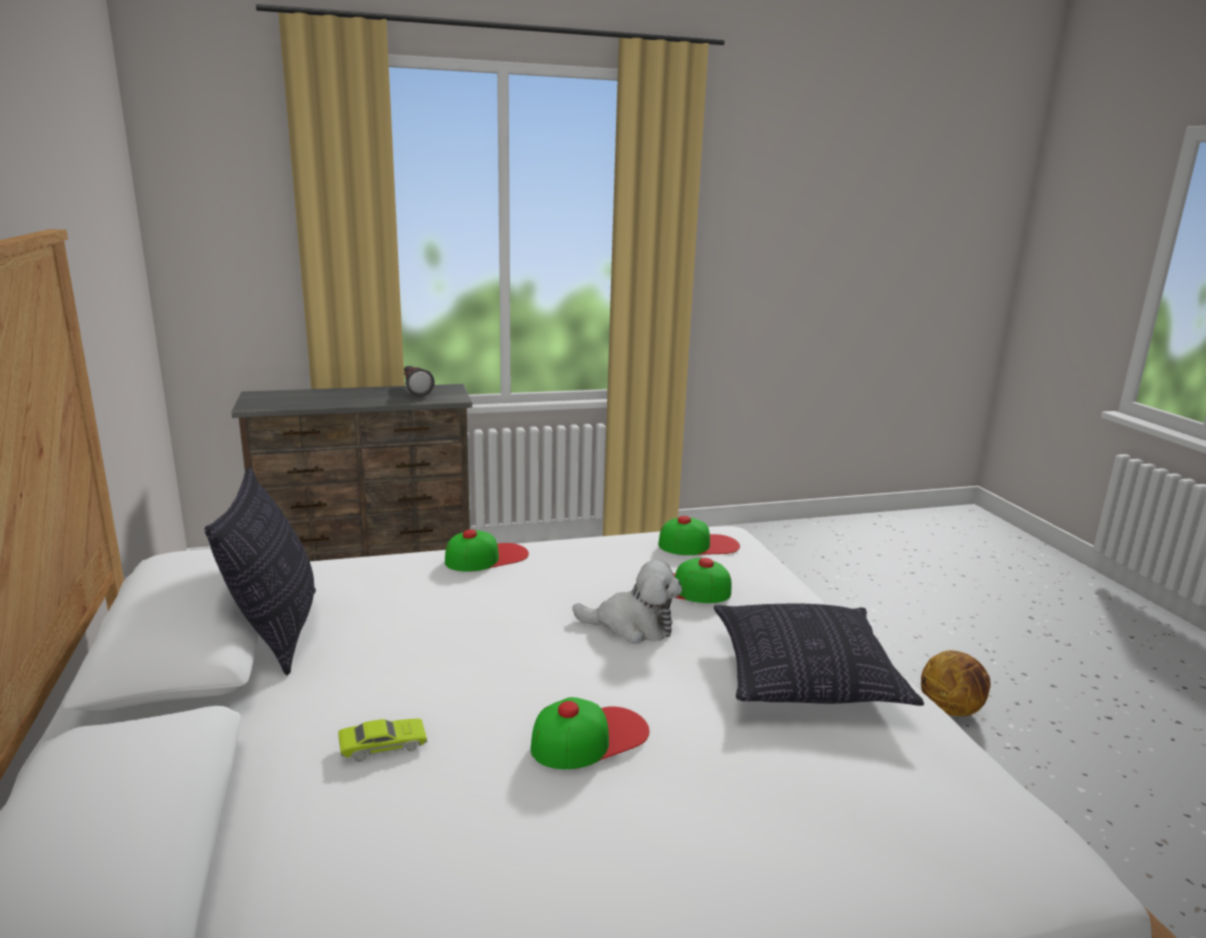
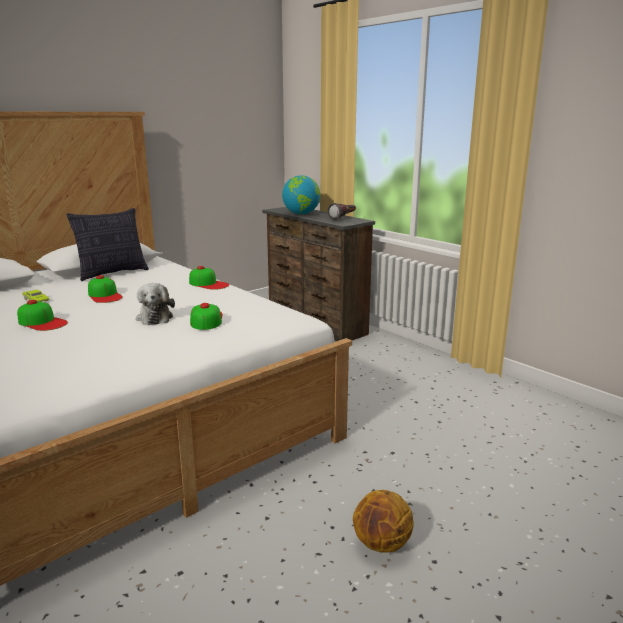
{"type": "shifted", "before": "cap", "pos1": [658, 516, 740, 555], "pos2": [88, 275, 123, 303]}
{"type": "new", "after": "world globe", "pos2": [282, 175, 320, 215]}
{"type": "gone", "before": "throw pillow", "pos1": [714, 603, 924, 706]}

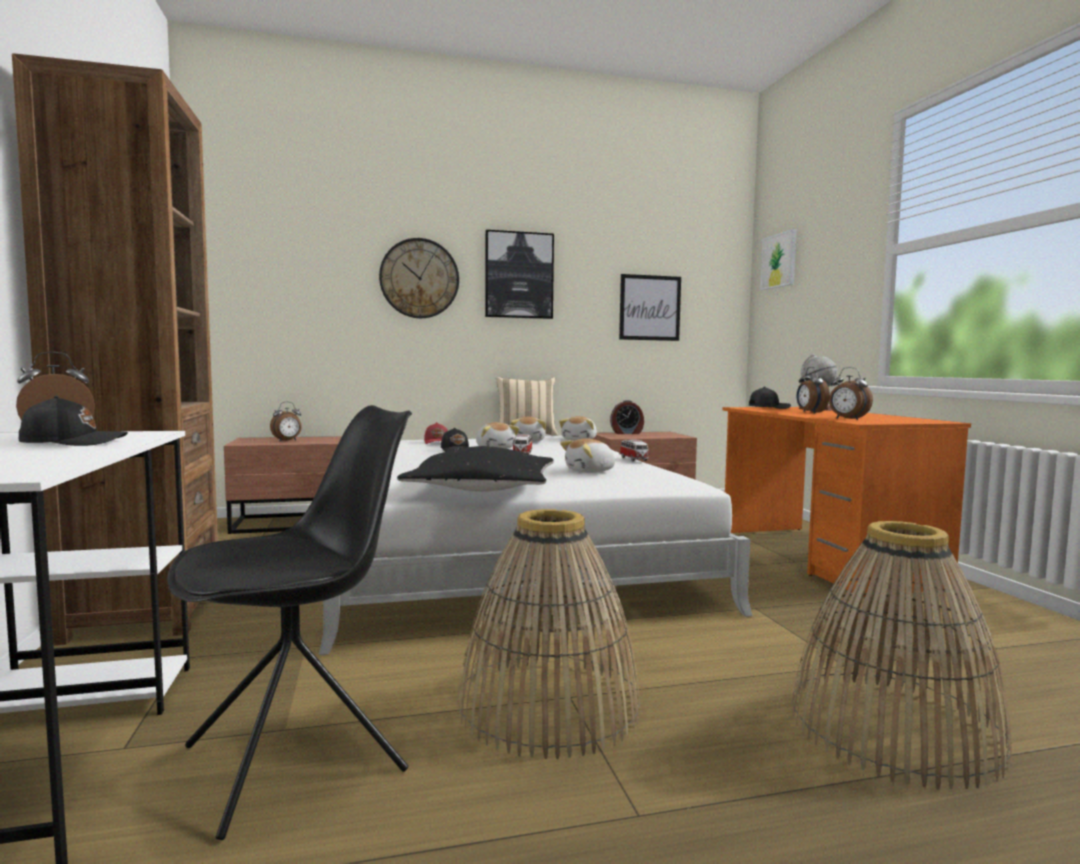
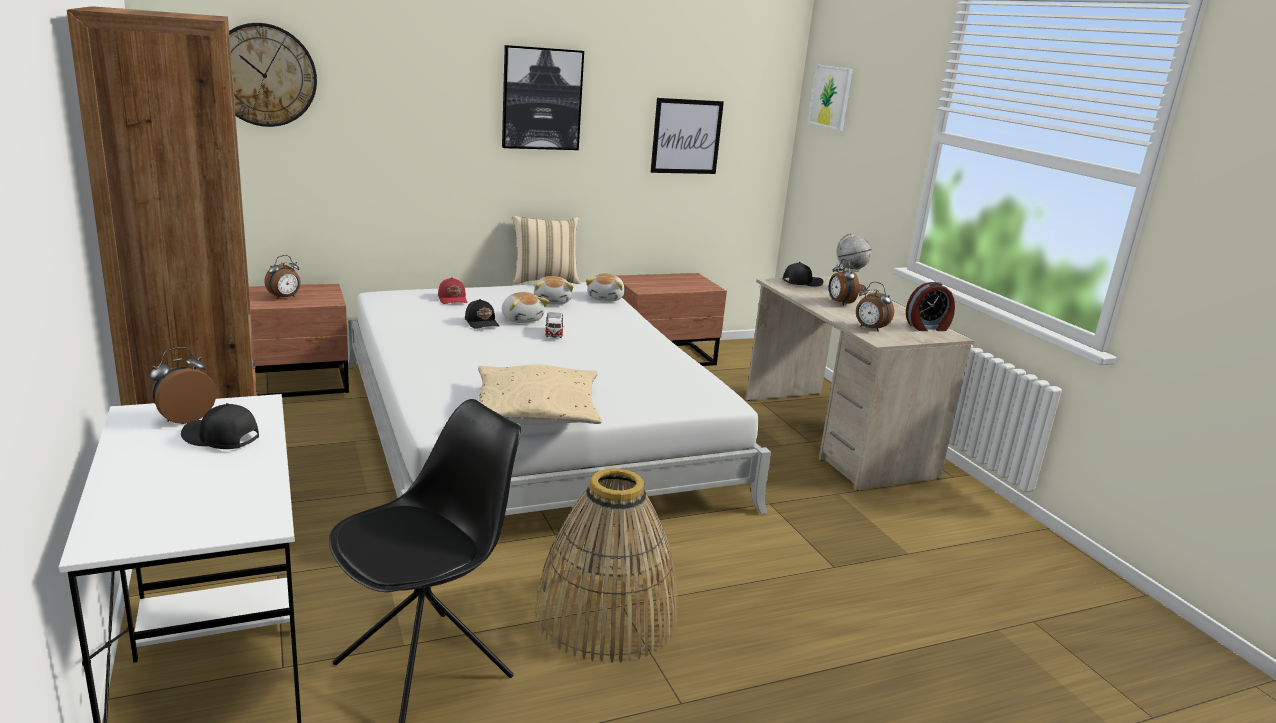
{"type": "rotated", "before": "cap (black)", "pos1": [19, 396, 128, 446], "pos2": [181, 403, 259, 449], "turn": -135}
{"type": "shifted", "before": "clock on the wall", "pos1": [379, 238, 459, 318], "pos2": [229, 23, 317, 127]}
{"type": "repainted", "before": "throw pillow (black)", "after": "throw pillow (sand-coloured)", "pos1": [397, 446, 554, 492], "pos2": [478, 364, 602, 426]}
{"type": "repainted", "before": "desk table (orangey)", "after": "desk table (sand-coloured)", "pos1": [722, 407, 971, 597], "pos2": [746, 276, 974, 490]}
{"type": "shifted", "before": "table clock", "pos1": [610, 400, 644, 434], "pos2": [906, 282, 955, 331]}
{"type": "gone", "before": "cuddly toy", "pos1": [560, 438, 616, 473]}
{"type": "gone", "before": "toy car", "pos1": [619, 439, 649, 462]}
{"type": "gone", "before": "household basket", "pos1": [791, 521, 1012, 789]}

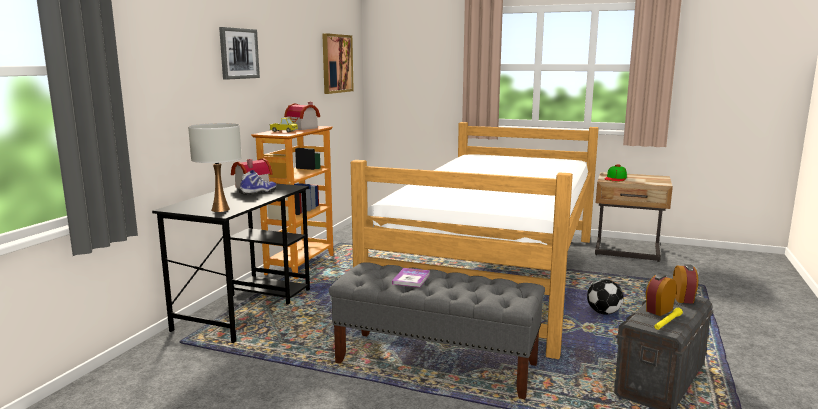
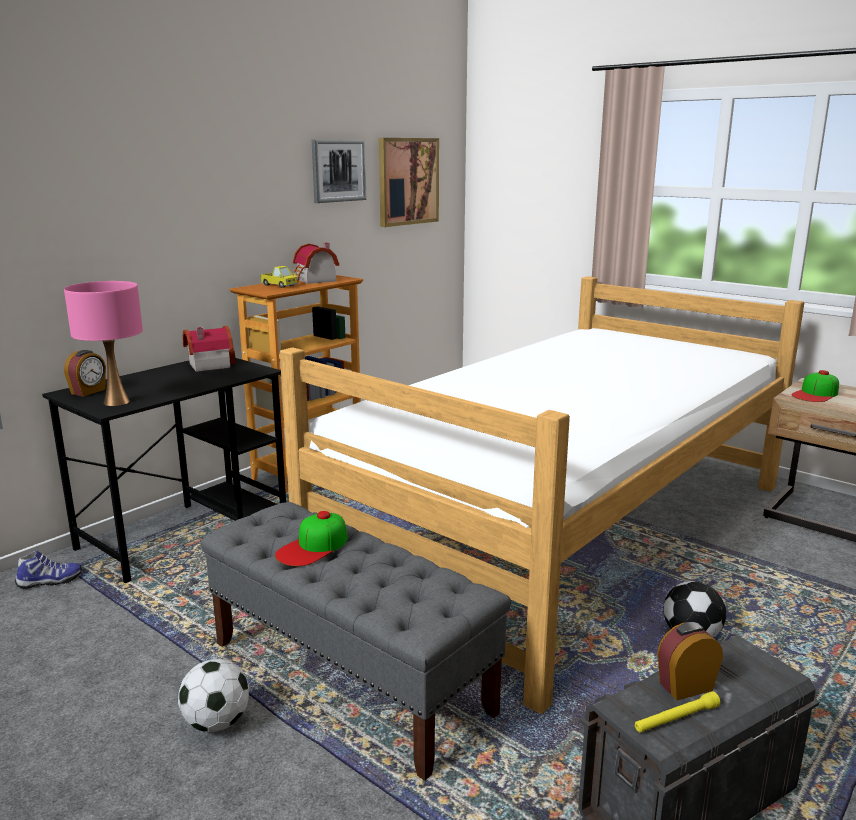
{"type": "shifted", "before": "shoe", "pos1": [239, 170, 277, 195], "pos2": [15, 550, 82, 589]}
{"type": "repainted", "before": "tabletop lamp (white)", "after": "tabletop lamp (pink-coloured)", "pos1": [188, 123, 242, 212], "pos2": [64, 281, 143, 406]}
{"type": "shifted", "before": "table clock", "pos1": [673, 264, 698, 304], "pos2": [64, 350, 106, 397]}
{"type": "new", "after": "football", "pos2": [178, 659, 249, 732]}
{"type": "swapped", "before": "volume", "after": "cap", "pos1": [392, 268, 430, 288], "pos2": [275, 511, 348, 566]}
{"type": "shifted", "before": "picture", "pos1": [219, 27, 260, 80], "pos2": [312, 139, 366, 203]}

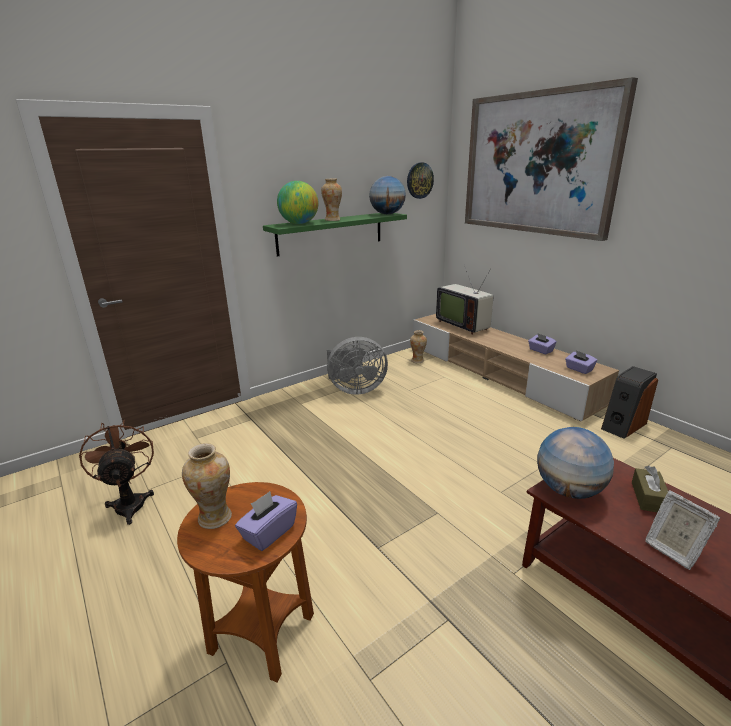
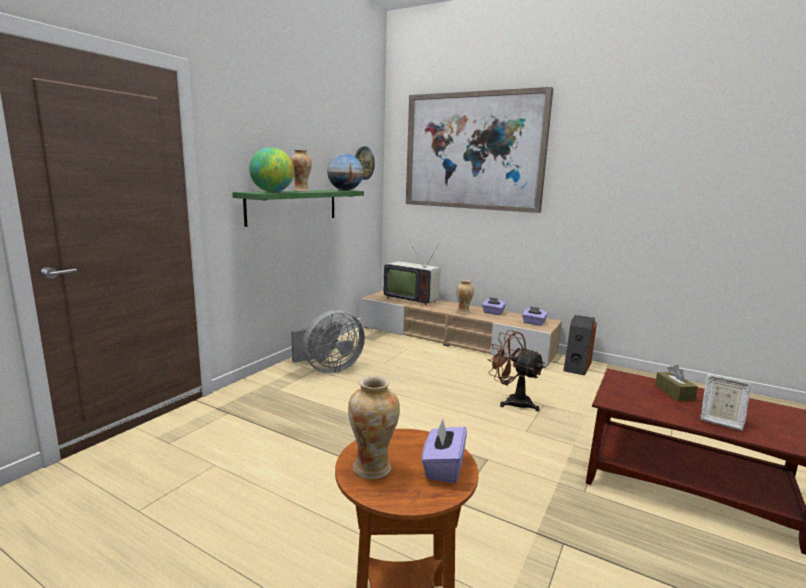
{"type": "shifted", "before": "vase", "pos1": [410, 330, 427, 363], "pos2": [456, 280, 474, 315]}
{"type": "shifted", "before": "electric fan (brownish)", "pos1": [79, 419, 154, 525], "pos2": [488, 330, 545, 412]}
{"type": "gone", "before": "world globe", "pos1": [537, 427, 614, 499]}

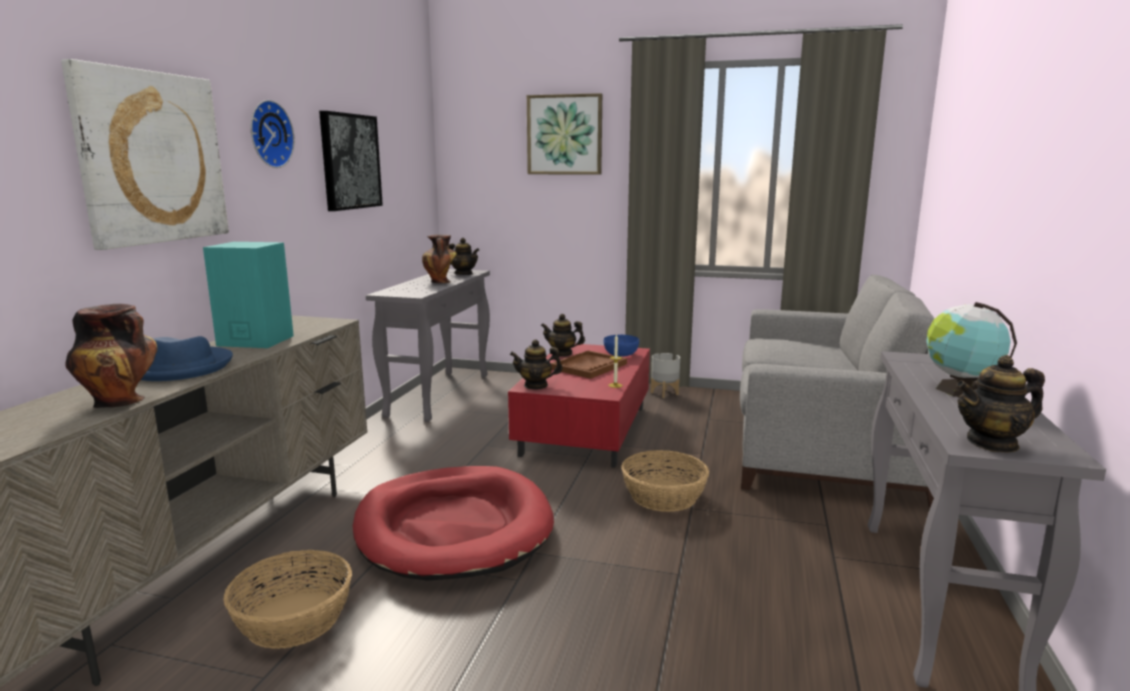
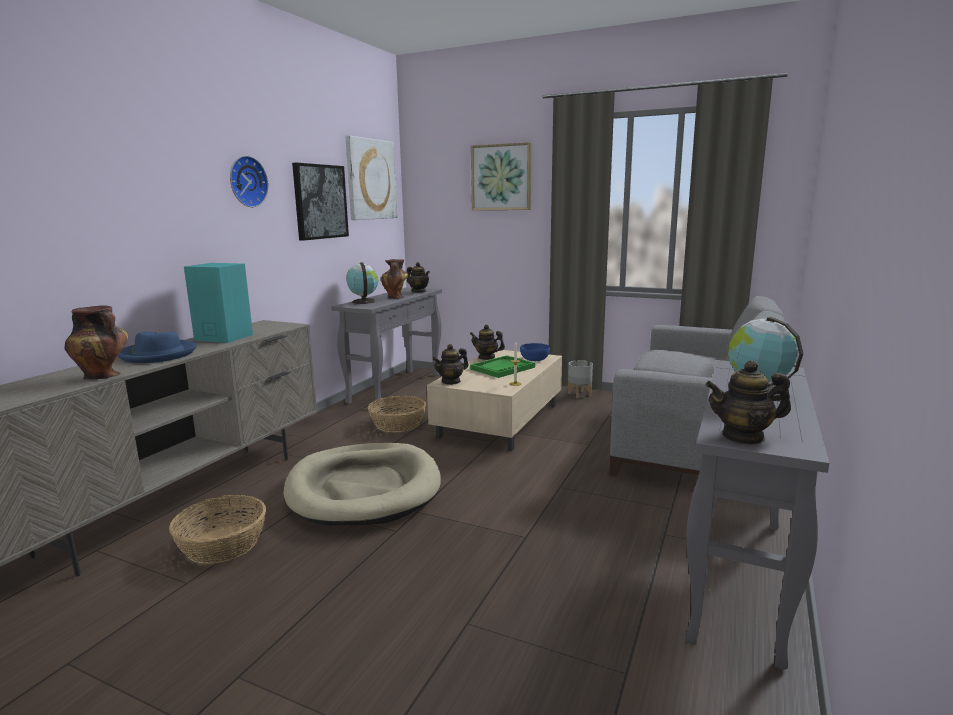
{"type": "repainted", "before": "dog cushion (reddish)", "after": "dog cushion (sand-coloured)", "pos1": [352, 466, 554, 581], "pos2": [284, 443, 441, 526]}
{"type": "shifted", "before": "picture", "pos1": [61, 59, 229, 250], "pos2": [345, 135, 397, 220]}
{"type": "new", "after": "world globe", "pos2": [346, 262, 378, 304]}
{"type": "shifted", "before": "household basket", "pos1": [621, 450, 709, 512], "pos2": [368, 396, 426, 432]}
{"type": "repainted", "before": "lounge table (reddish)", "after": "lounge table (sand-coloured)", "pos1": [508, 344, 650, 468], "pos2": [427, 349, 562, 451]}
{"type": "rotated", "before": "tea pot", "pos1": [510, 339, 563, 390], "pos2": [432, 344, 468, 385], "turn": -45}
{"type": "repainted", "before": "serving tray (brownish)", "after": "serving tray (greenish)", "pos1": [551, 350, 627, 379], "pos2": [470, 355, 535, 378]}

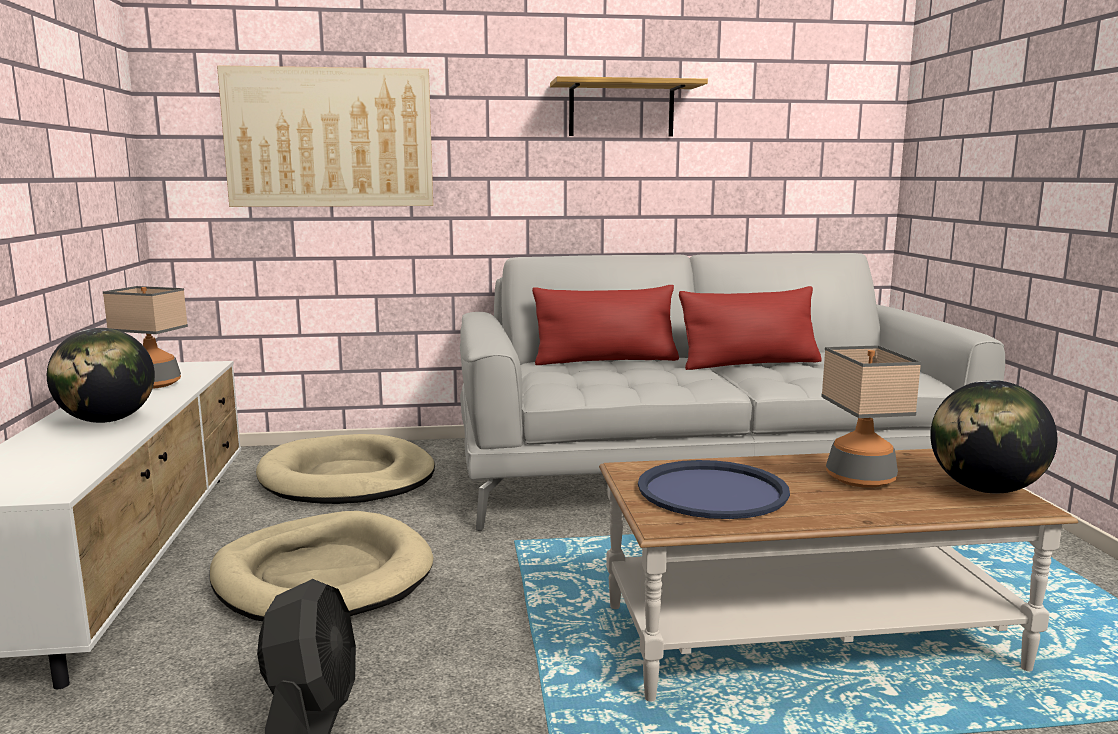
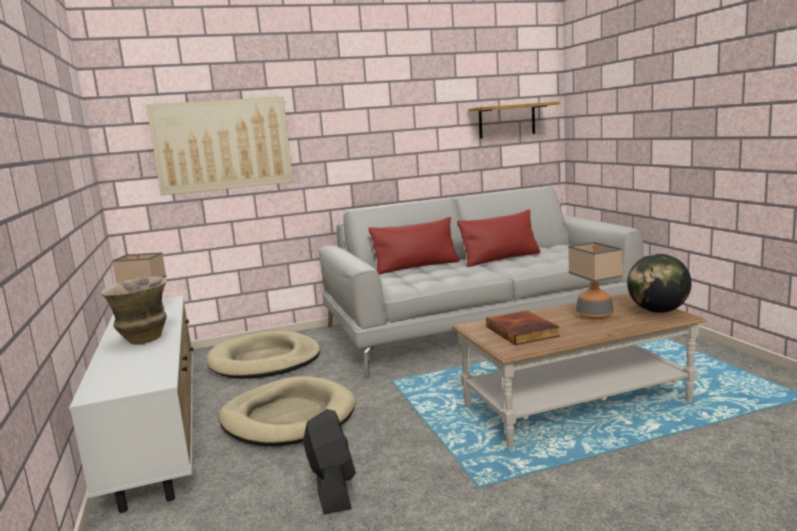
{"type": "swapped", "before": "world globe", "after": "vase", "pos1": [47, 328, 155, 423], "pos2": [100, 277, 167, 345]}
{"type": "shifted", "before": "wall shelf", "pos1": [550, 76, 708, 137], "pos2": [468, 101, 560, 139]}
{"type": "swapped", "before": "serving tray (blue-coloured)", "after": "volume", "pos1": [638, 460, 790, 519], "pos2": [486, 310, 560, 345]}

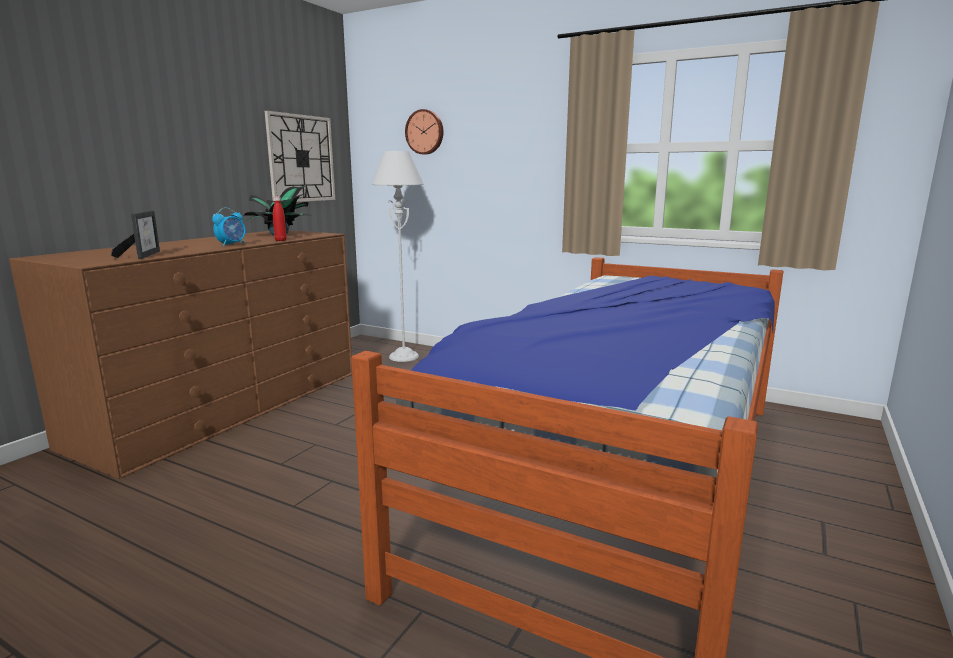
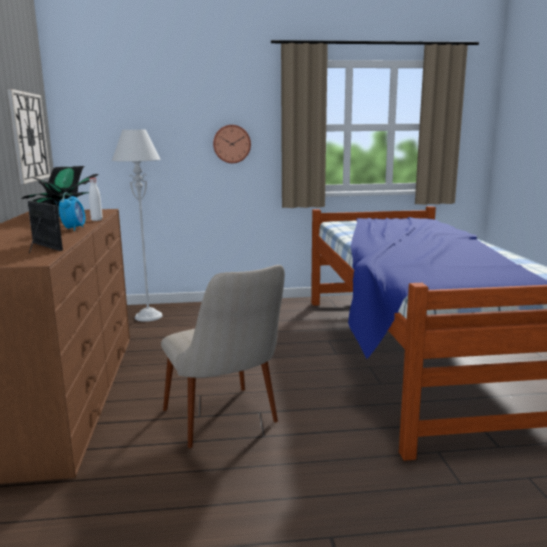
{"type": "repainted", "before": "drink bottle (reddish)", "after": "drink bottle (white)", "pos1": [273, 196, 287, 241], "pos2": [89, 178, 102, 221]}
{"type": "new", "after": "upright chair (sand-coloured)", "pos2": [161, 265, 285, 448]}
{"type": "shifted", "before": "clock on the wall", "pos1": [405, 109, 443, 155], "pos2": [213, 125, 251, 163]}

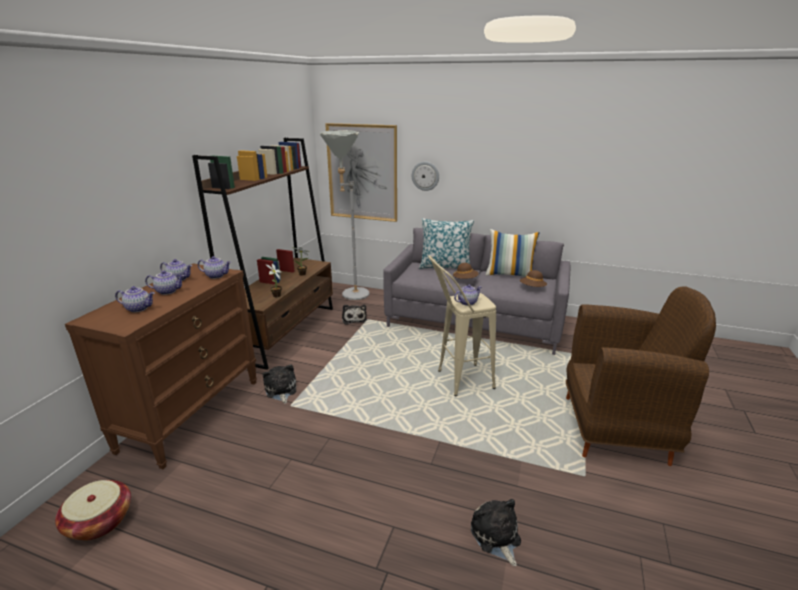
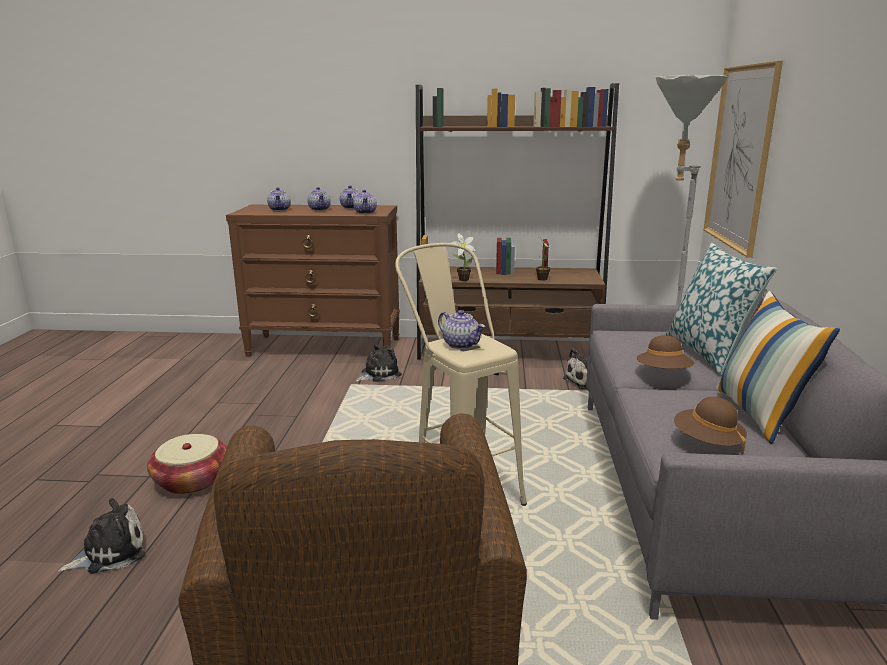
{"type": "shifted", "before": "household basket", "pos1": [55, 480, 131, 540], "pos2": [147, 434, 227, 494]}
{"type": "gone", "before": "clock on the wall", "pos1": [412, 162, 439, 191]}

